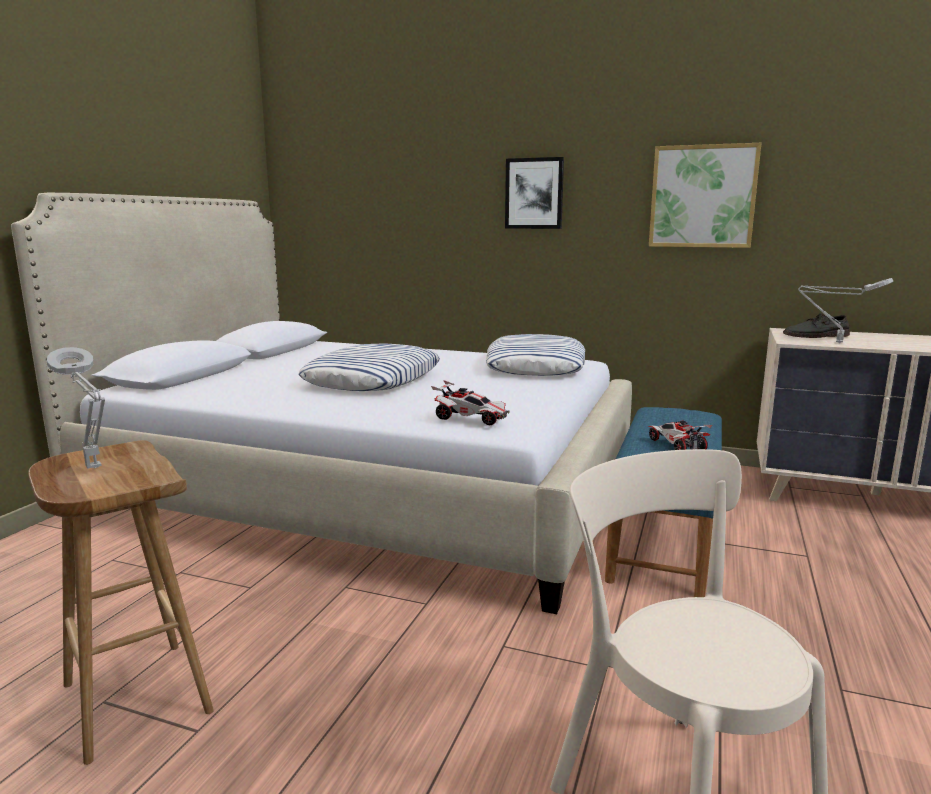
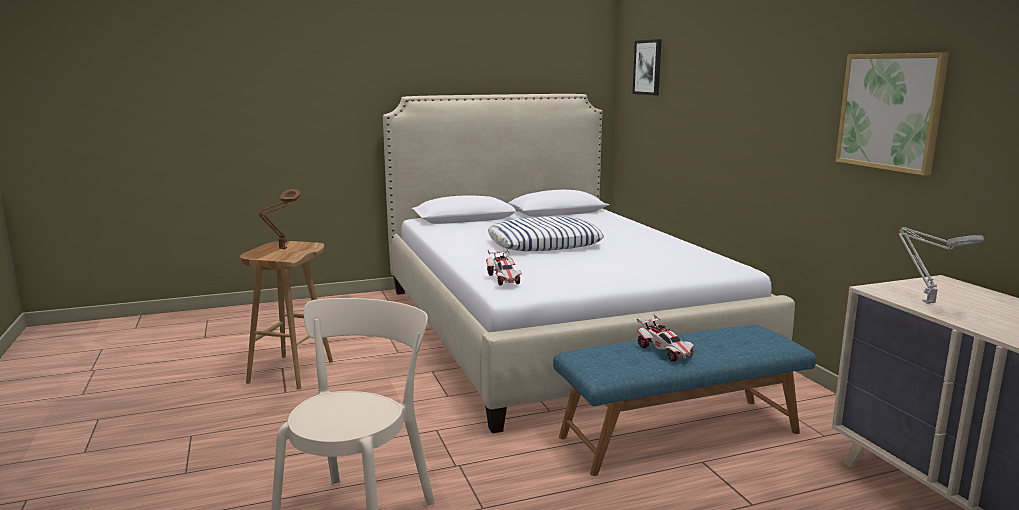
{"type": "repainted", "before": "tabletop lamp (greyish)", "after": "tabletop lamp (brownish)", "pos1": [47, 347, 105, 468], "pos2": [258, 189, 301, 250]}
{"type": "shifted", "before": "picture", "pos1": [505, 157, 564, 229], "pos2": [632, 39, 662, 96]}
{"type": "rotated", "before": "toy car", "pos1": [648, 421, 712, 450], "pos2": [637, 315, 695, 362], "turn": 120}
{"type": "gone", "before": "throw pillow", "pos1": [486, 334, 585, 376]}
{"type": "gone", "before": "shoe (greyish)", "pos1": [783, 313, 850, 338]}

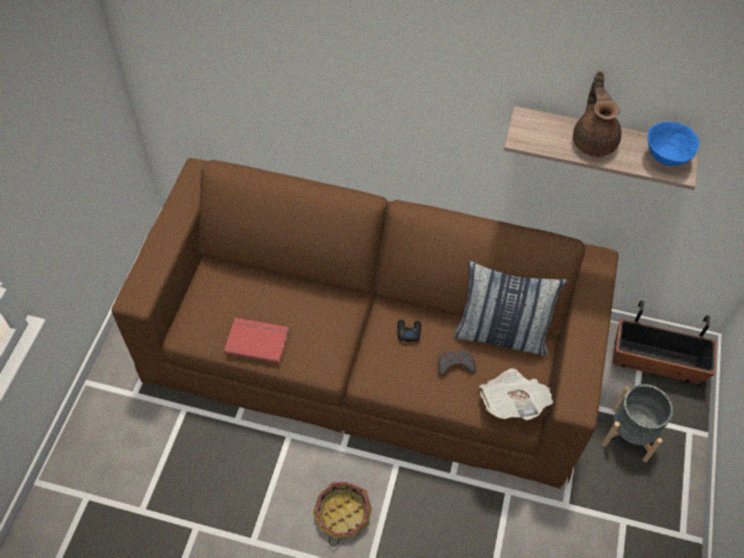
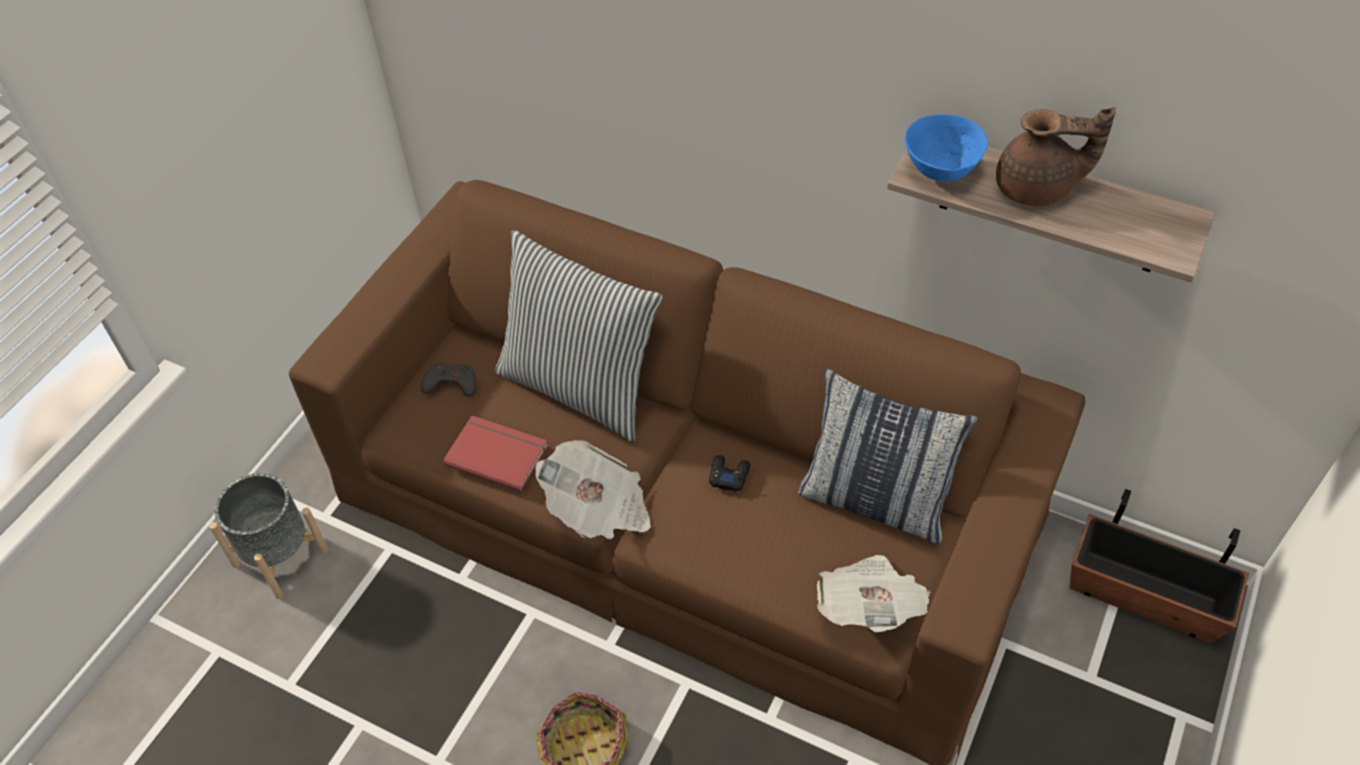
{"type": "shifted", "before": "flower pot (greyish)", "pos1": [602, 384, 673, 462], "pos2": [209, 473, 328, 599]}
{"type": "shifted", "before": "joypad (greyish)", "pos1": [438, 350, 476, 376], "pos2": [421, 362, 476, 397]}
{"type": "new", "after": "throw pillow", "pos2": [495, 230, 663, 442]}
{"type": "new", "after": "printed paper", "pos2": [535, 440, 651, 539]}
{"type": "shifted", "before": "deep dish (blue-coloured)", "pos1": [647, 122, 699, 166], "pos2": [905, 114, 988, 181]}
{"type": "rotated", "before": "tea pot (brownish)", "pos1": [573, 71, 621, 157], "pos2": [996, 107, 1116, 206], "turn": 90}

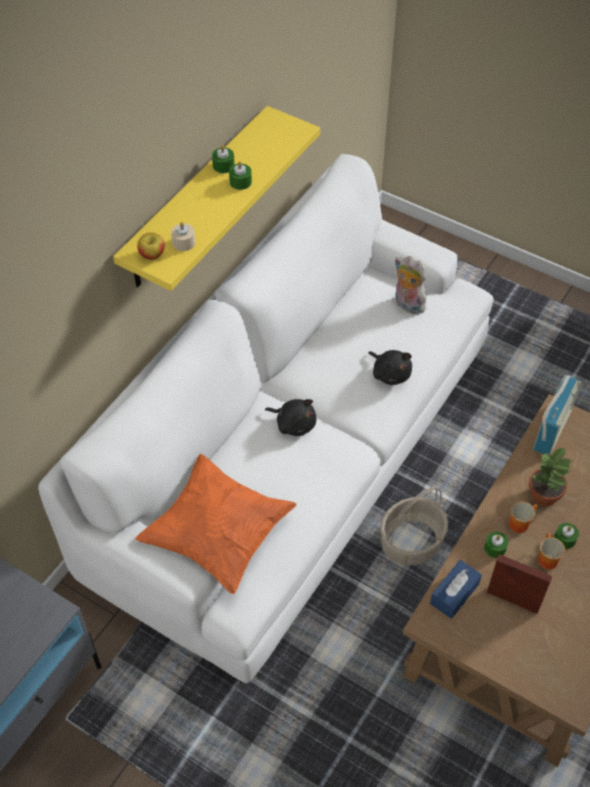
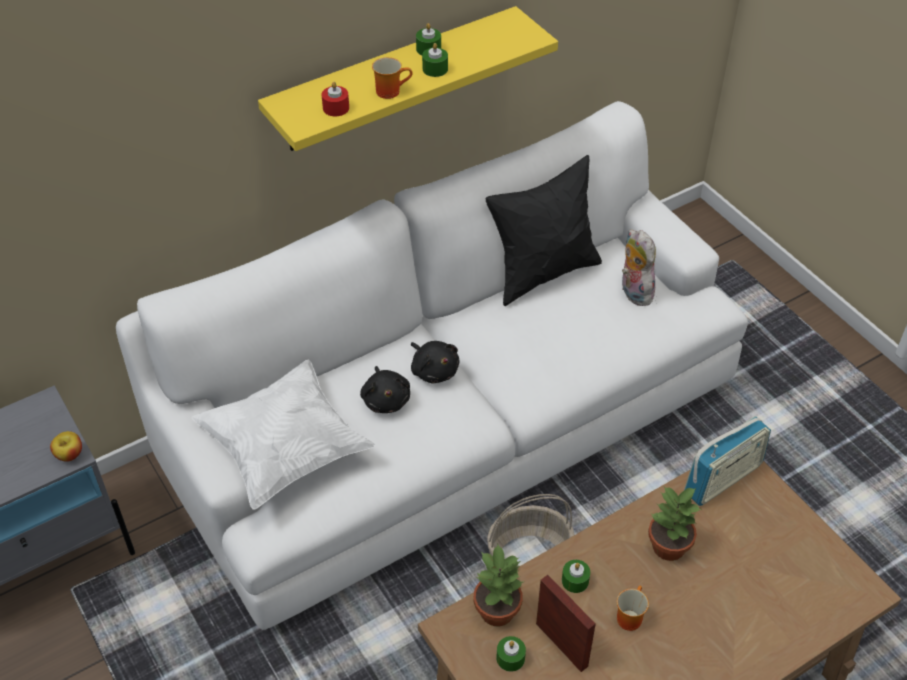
{"type": "shifted", "before": "apple", "pos1": [137, 232, 165, 260], "pos2": [50, 431, 82, 462]}
{"type": "repainted", "before": "throw pillow (orangey)", "after": "throw pillow (white)", "pos1": [135, 454, 297, 594], "pos2": [192, 359, 375, 510]}
{"type": "repainted", "before": "wax candle (sand-coloured)", "after": "wax candle (reddish)", "pos1": [171, 222, 196, 251], "pos2": [321, 82, 349, 116]}
{"type": "shifted", "before": "cuddly toy (black)", "pos1": [368, 350, 412, 385], "pos2": [360, 366, 410, 413]}
{"type": "shifted", "before": "coffee mug", "pos1": [509, 501, 538, 533], "pos2": [372, 57, 412, 99]}
{"type": "swapped", "before": "box of tissues (blue-coloured)", "after": "houseplant", "pos1": [430, 560, 482, 619], "pos2": [474, 544, 523, 626]}
{"type": "new", "after": "throw pillow (black)", "pos2": [486, 155, 602, 306]}
{"type": "shifted", "before": "wax candle (greenish)", "pos1": [554, 523, 579, 549], "pos2": [496, 636, 526, 672]}

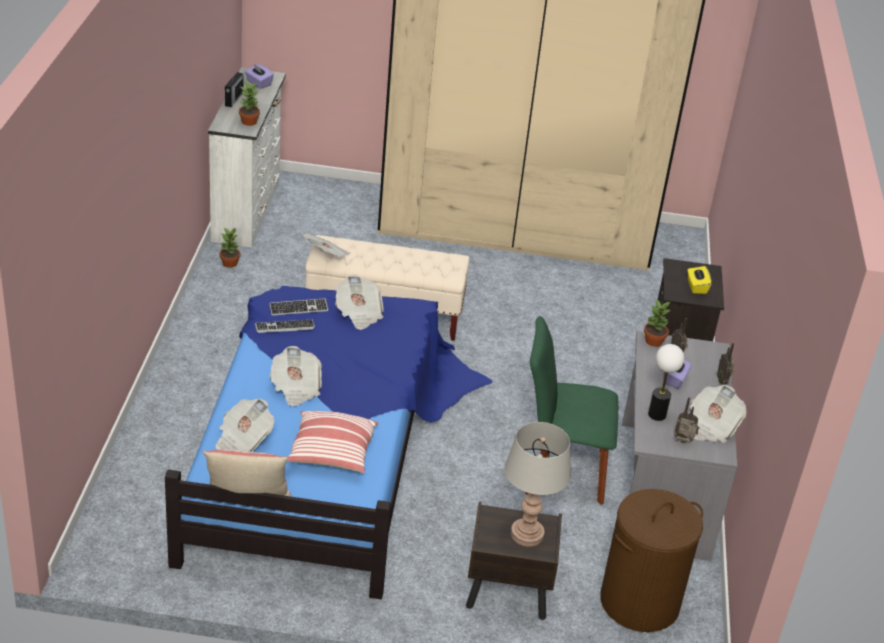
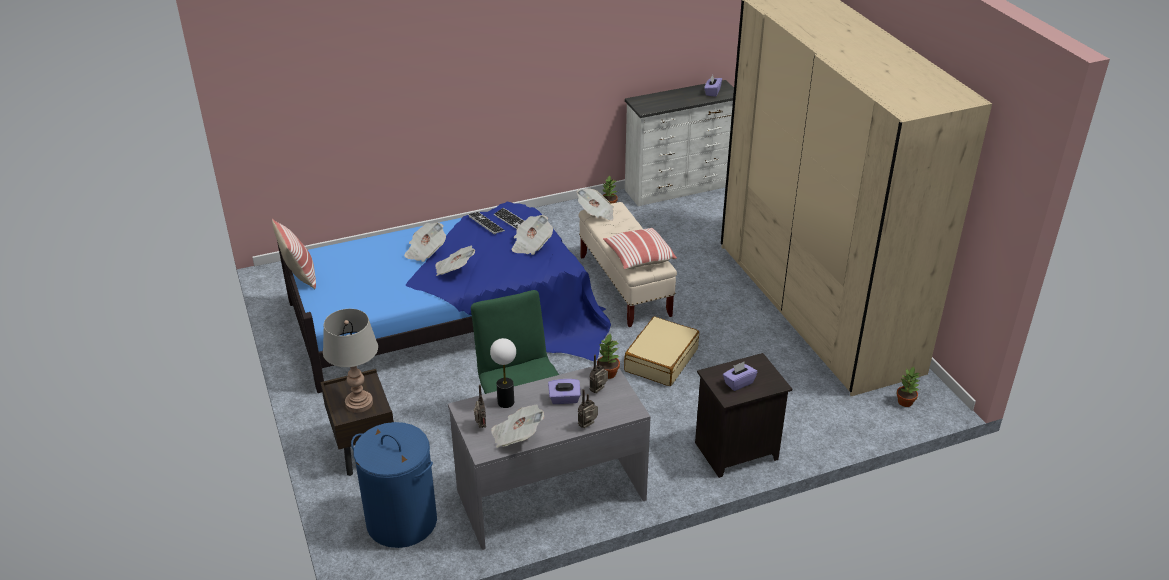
{"type": "repainted", "before": "washing basket (brownish)", "after": "washing basket (blue-coloured)", "pos1": [600, 489, 703, 632], "pos2": [351, 422, 437, 548]}
{"type": "shifted", "before": "printed paper", "pos1": [215, 399, 274, 452], "pos2": [435, 246, 475, 276]}
{"type": "shifted", "before": "throw pillow", "pos1": [287, 411, 379, 473], "pos2": [603, 228, 677, 270]}
{"type": "new", "after": "piece of luggage (sand-coloured)", "pos2": [624, 317, 699, 386]}
{"type": "repainted", "before": "box of tissues (yellow)", "after": "box of tissues (purplish)", "pos1": [687, 266, 711, 294], "pos2": [723, 362, 757, 391]}
{"type": "shifted", "before": "houseplant", "pos1": [239, 81, 260, 126], "pos2": [896, 367, 921, 407]}
{"type": "gone", "before": "radio set", "pos1": [225, 69, 243, 107]}

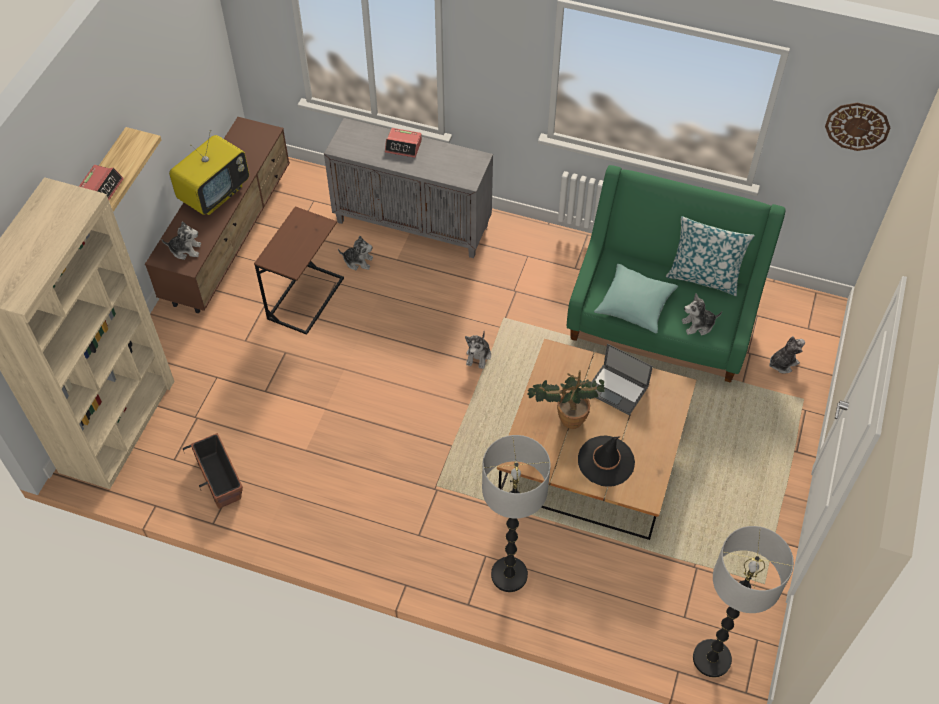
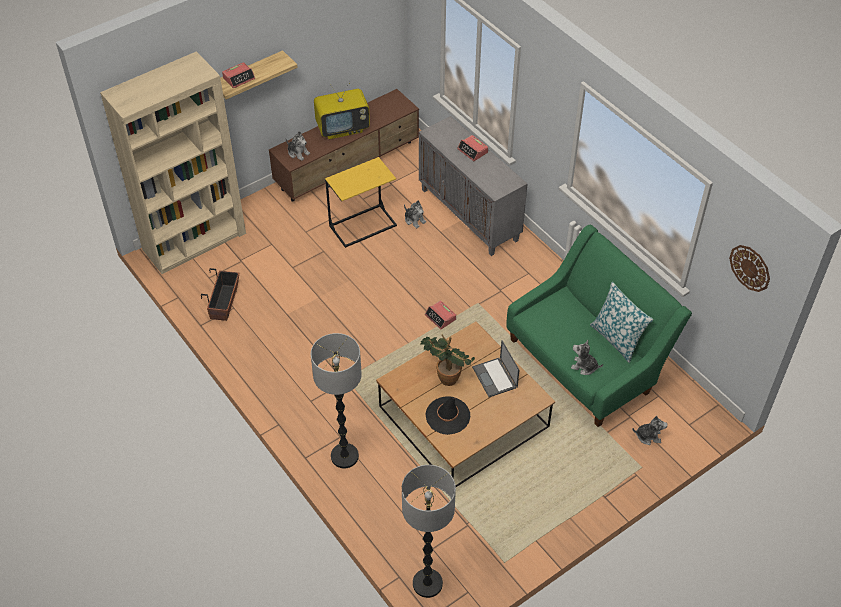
{"type": "repainted", "before": "end table (brownish)", "after": "end table (yellow)", "pos1": [254, 206, 344, 335], "pos2": [325, 157, 397, 248]}
{"type": "swapped", "before": "cuddly toy", "after": "table clock", "pos1": [465, 332, 491, 369], "pos2": [425, 301, 456, 329]}
{"type": "gone", "before": "throw pillow (turquoise-coloured)", "pos1": [594, 264, 678, 334]}

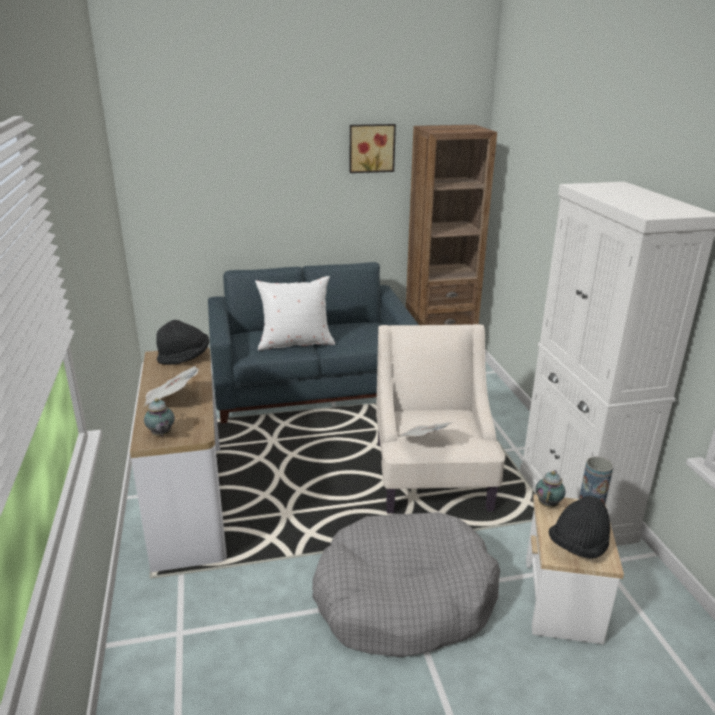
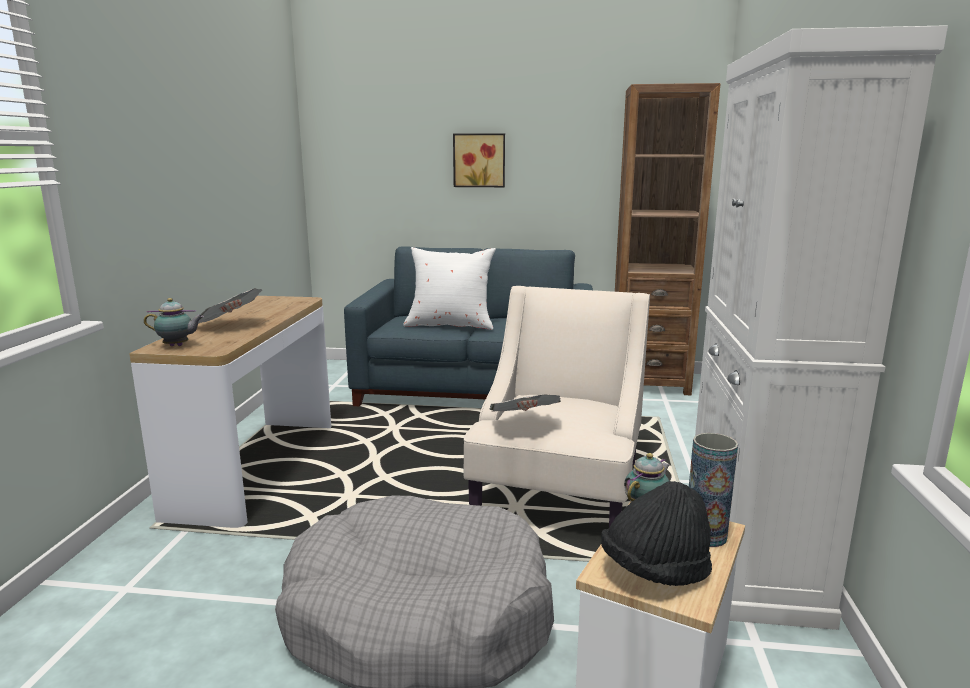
{"type": "rotated", "before": "tea pot", "pos1": [144, 398, 175, 436], "pos2": [144, 298, 204, 346], "turn": -90}
{"type": "shifted", "before": "picture", "pos1": [350, 124, 396, 173], "pos2": [453, 133, 505, 187]}
{"type": "gone", "before": "clothing hat (black)", "pos1": [156, 320, 209, 365]}

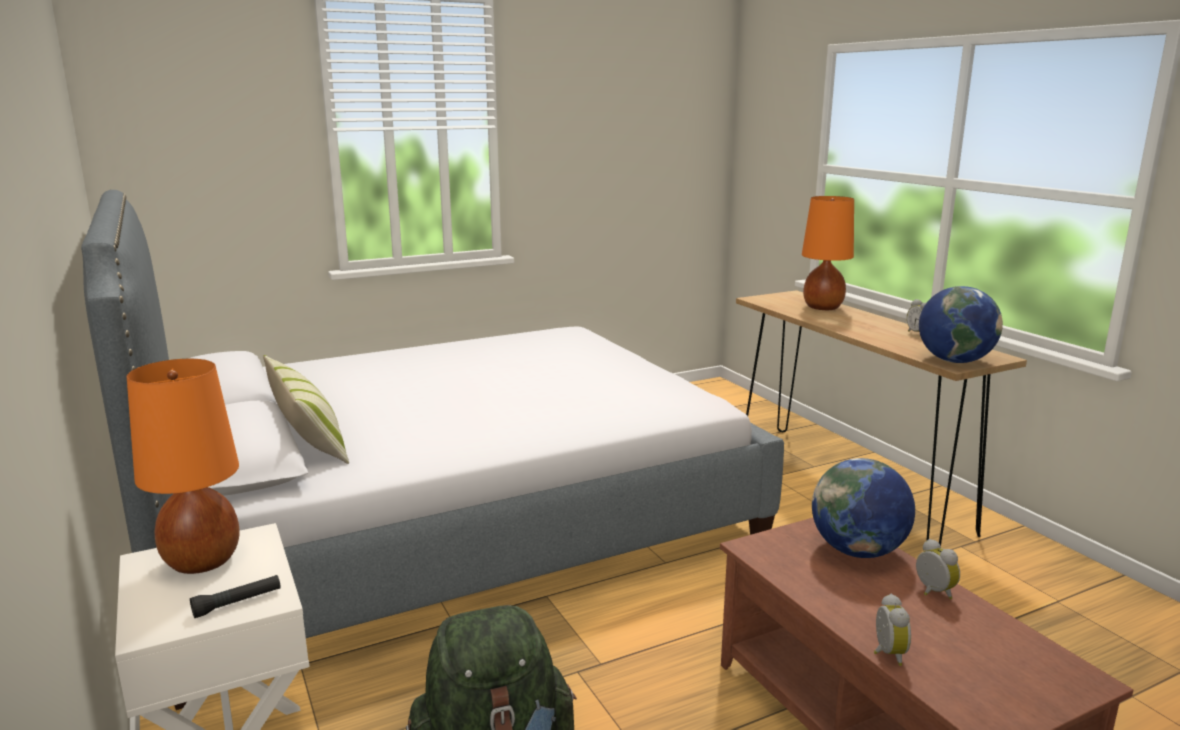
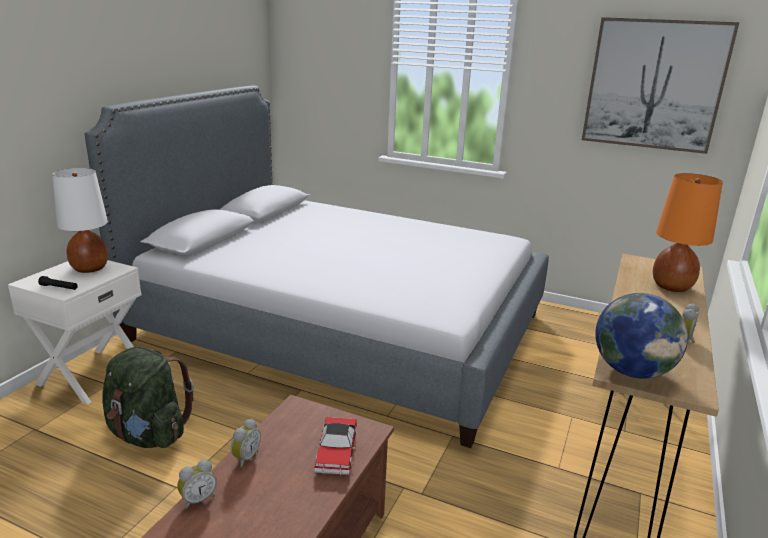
{"type": "repainted", "before": "tabletop lamp (orangey)", "after": "tabletop lamp (white)", "pos1": [127, 359, 240, 574], "pos2": [52, 168, 108, 273]}
{"type": "shifted", "before": "table clock", "pos1": [916, 539, 960, 599], "pos2": [231, 419, 261, 468]}
{"type": "swapped", "before": "world globe", "after": "toy car", "pos1": [812, 458, 915, 558], "pos2": [314, 417, 357, 475]}
{"type": "new", "after": "picture", "pos2": [582, 17, 740, 154]}
{"type": "gone", "before": "throw pillow", "pos1": [263, 355, 349, 464]}

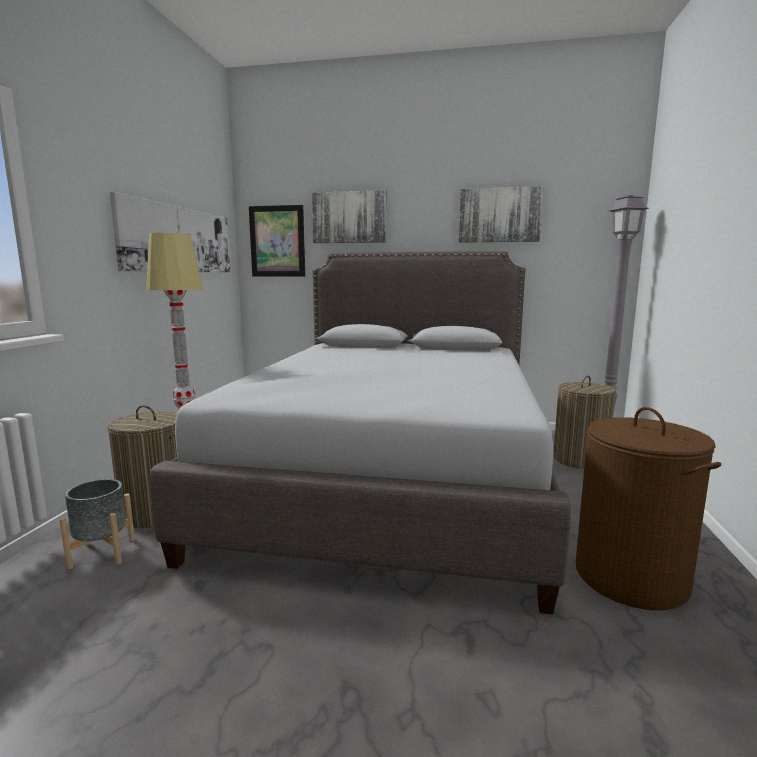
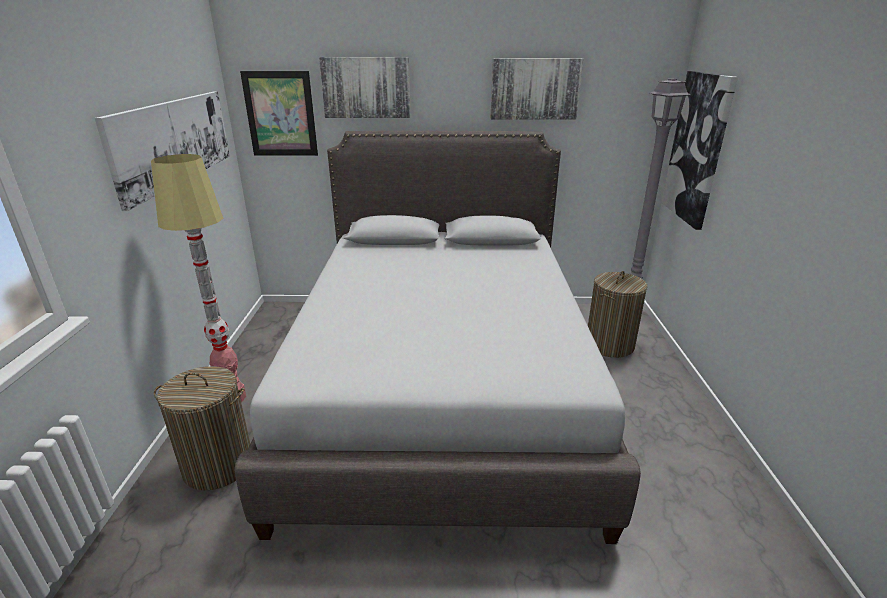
{"type": "new", "after": "picture", "pos2": [662, 71, 738, 230]}
{"type": "gone", "before": "flower pot (greyish)", "pos1": [59, 479, 135, 570]}
{"type": "gone", "before": "washing basket (brownish)", "pos1": [575, 407, 721, 610]}

